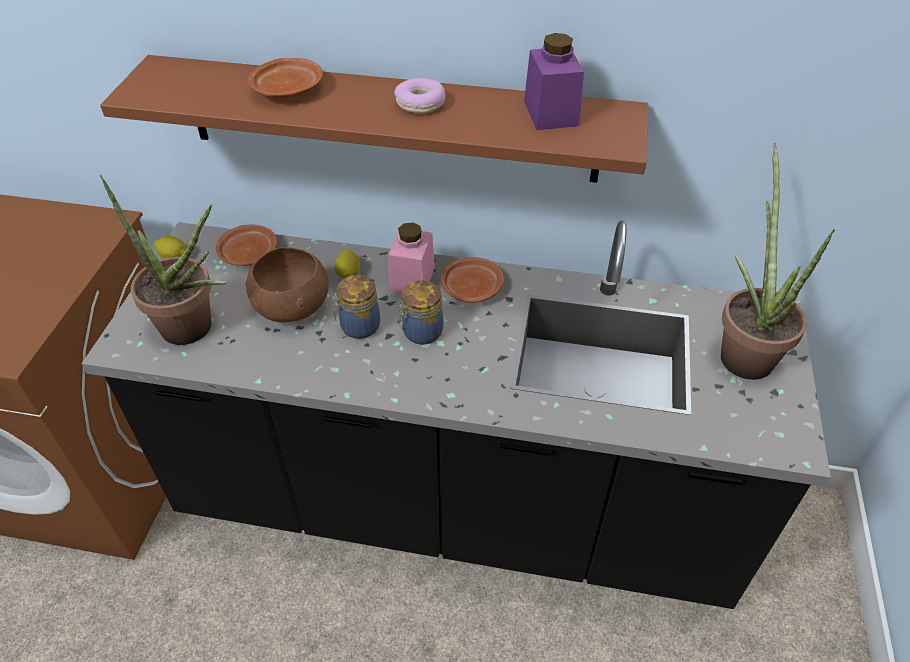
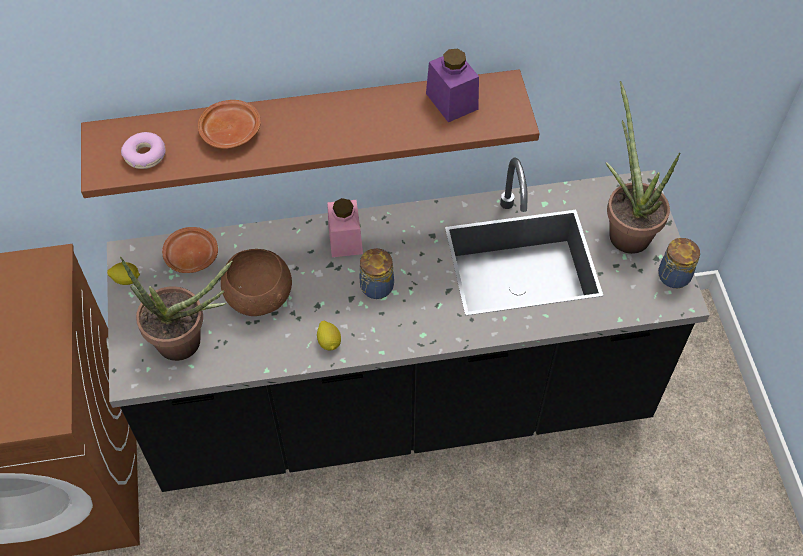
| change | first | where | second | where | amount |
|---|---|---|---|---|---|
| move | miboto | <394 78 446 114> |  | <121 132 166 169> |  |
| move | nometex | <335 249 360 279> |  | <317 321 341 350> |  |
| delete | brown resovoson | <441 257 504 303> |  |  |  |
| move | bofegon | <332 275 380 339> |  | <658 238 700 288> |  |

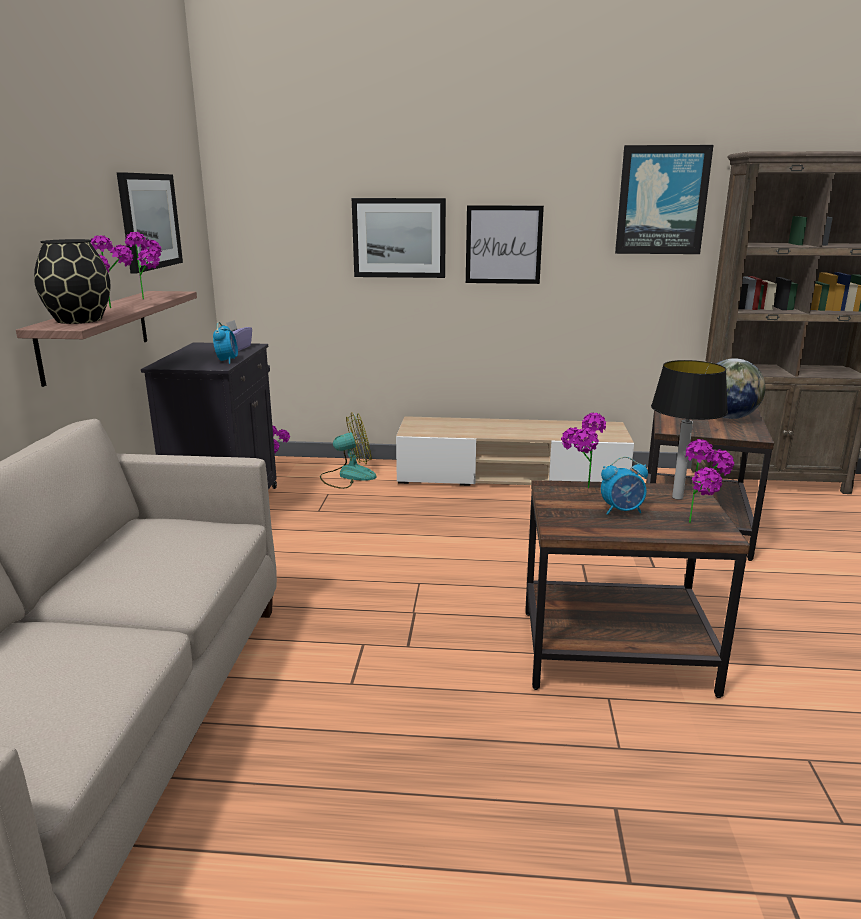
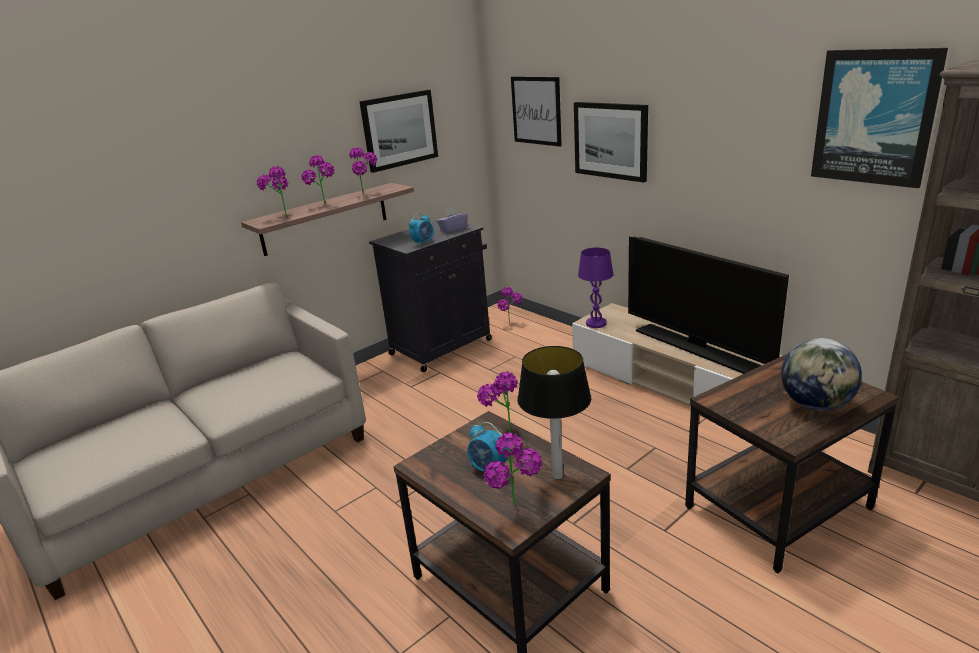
| change | first | where | second | where | amount |
|---|---|---|---|---|---|
| move | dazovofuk | <466 205 544 284> |  | <511 76 562 146> |  |
| replace | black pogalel | <34 239 110 324> | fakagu | <257 166 288 217> |  |
| delete | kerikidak | <320 412 376 489> |  |  |  |
| insert |  |  | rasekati | <628 236 789 374> |  |
| insert |  |  | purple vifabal | <578 247 613 328> |  |

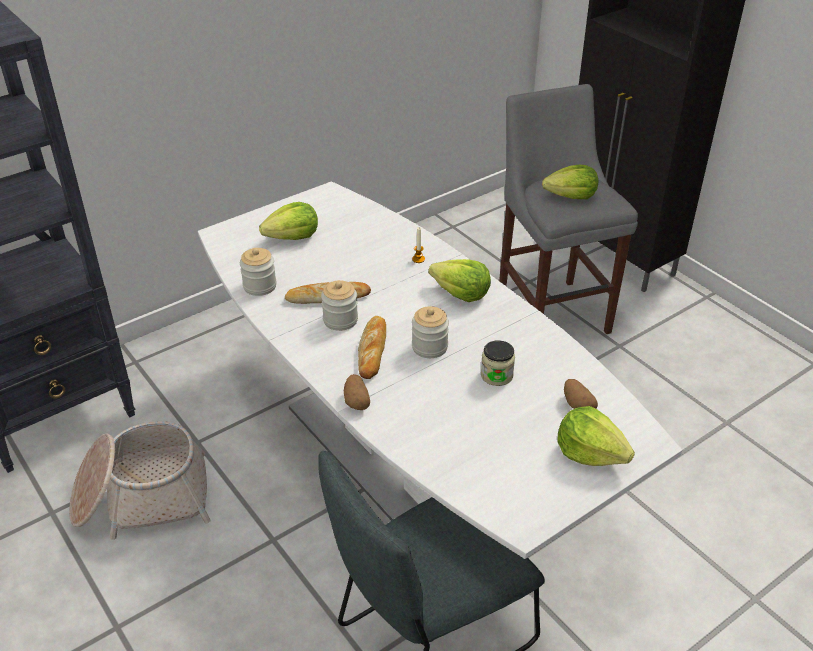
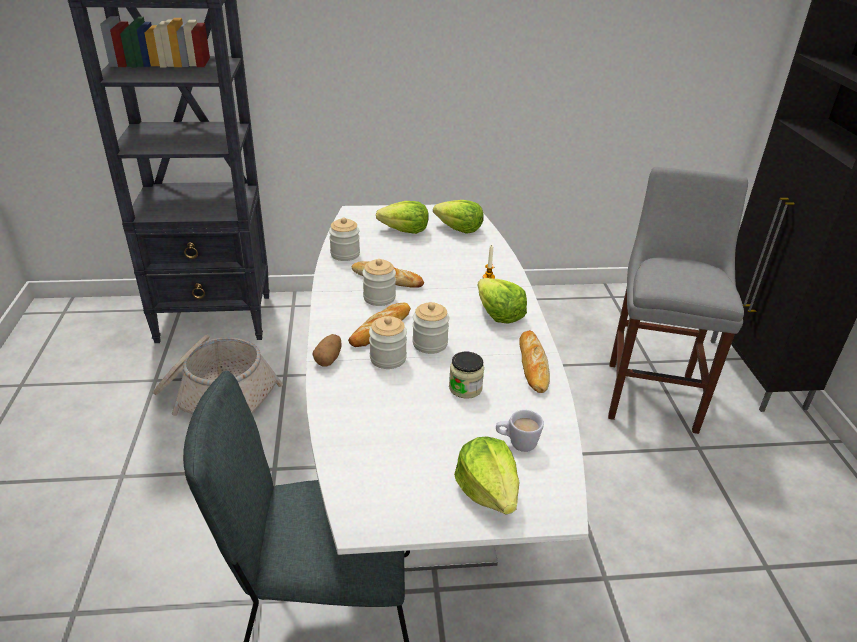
| change | first | where | second | where | amount |
|---|---|---|---|---|---|
| move | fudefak | <542 165 598 199> |  | <433 200 483 234> |  |
| replace | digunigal | <564 379 598 409> | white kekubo | <496 410 544 452> |  |
| insert |  |  | bofegon | <369 316 407 369> |  |
| insert |  |  | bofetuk | <519 330 550 393> |  |

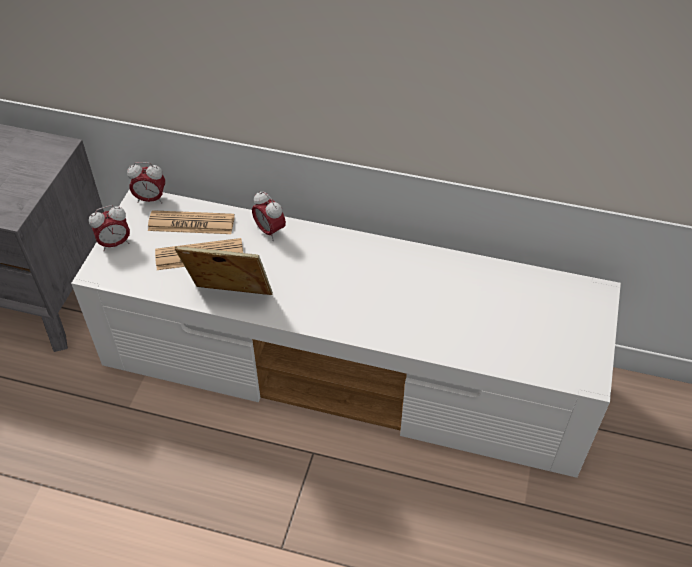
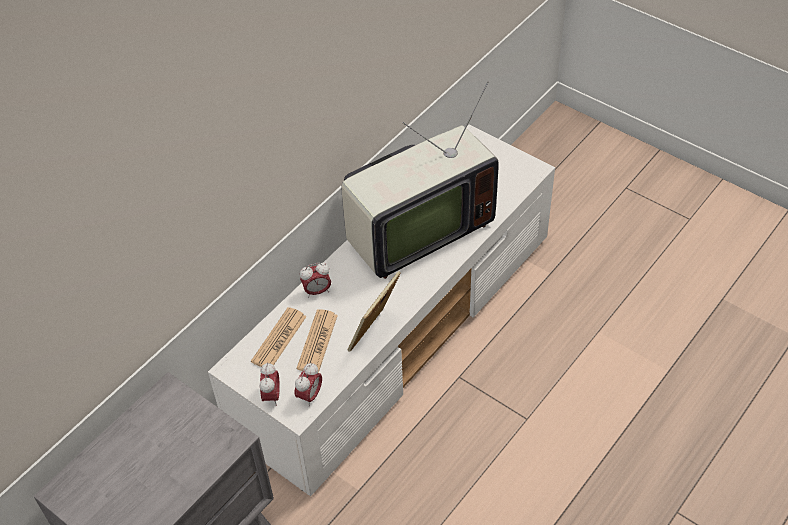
| change | first | where | second | where | amount |
|---|---|---|---|---|---|
| move | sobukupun | <127 162 165 204> |  | <295 363 322 407> |  |
| insert |  |  | rasekati | <341 81 499 279> |  |

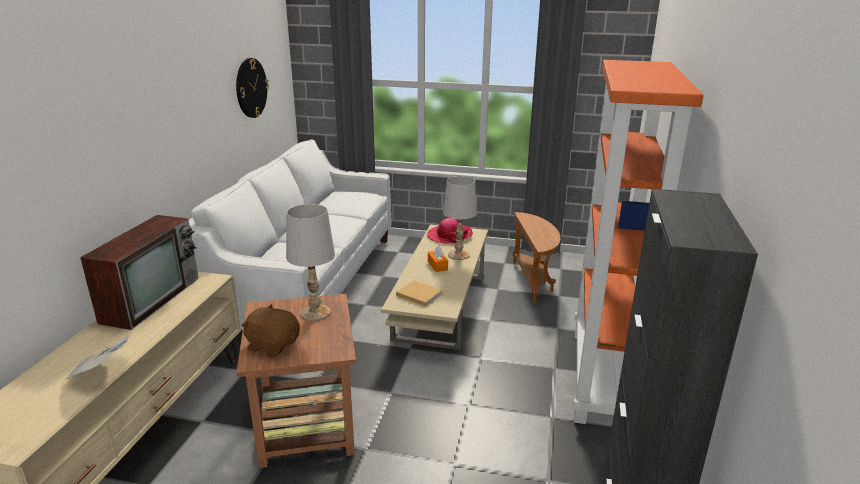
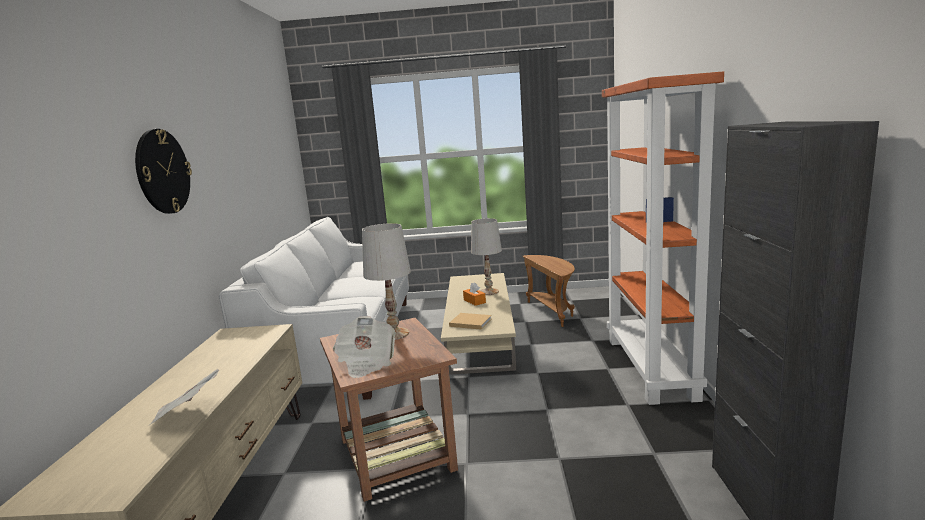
| change | first | where | second | where | amount |
|---|---|---|---|---|---|
| move | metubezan | <236 58 269 118> |  | <135 129 192 214> |  |
| delete | rasekati | <80 215 199 330> |  |  |  |
| delete | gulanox | <427 218 473 244> |  |  |  |
| replace | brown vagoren | <242 304 300 358> | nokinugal | <333 316 396 378> |  |

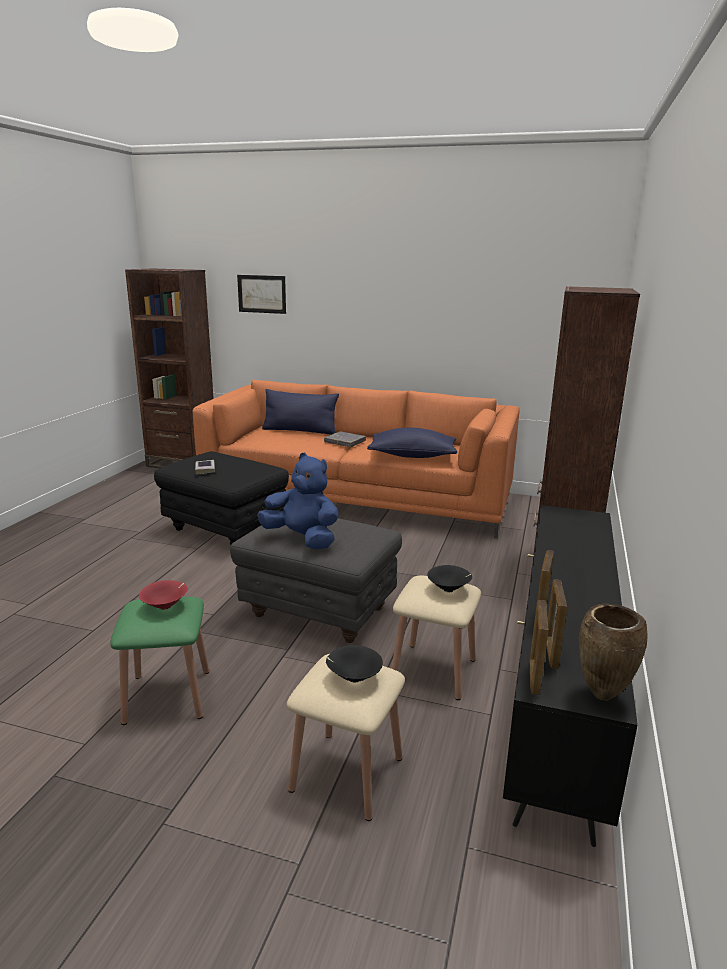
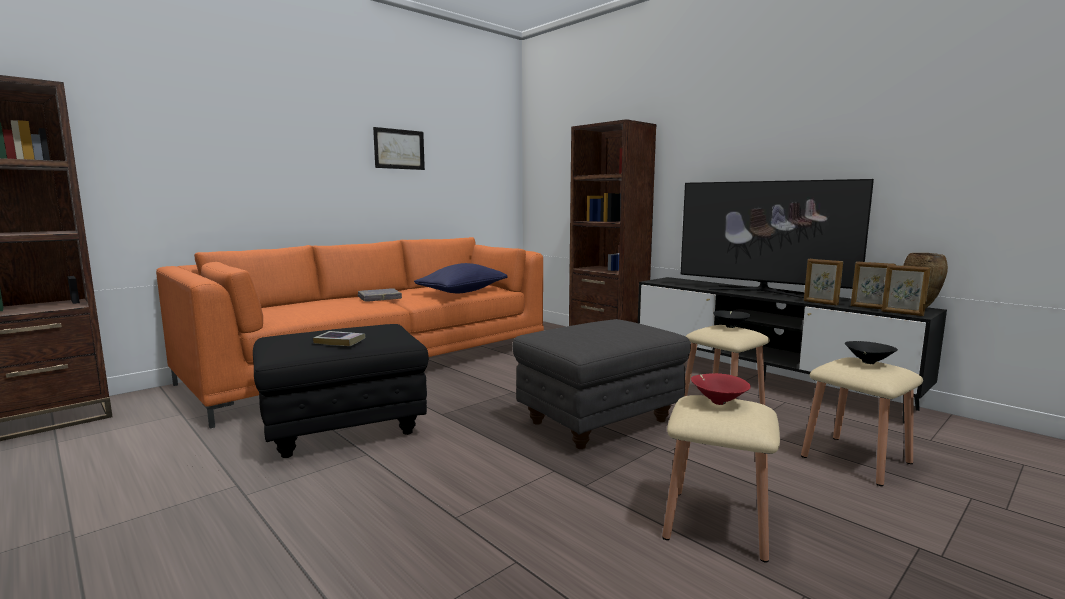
| change | first | where | second | where | amount |
|---|---|---|---|---|---|
| move | dazovofuk | <237 275 286 314> |  | <373 127 425 170> |  |
| delete | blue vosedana | <262 389 339 435> |  |  |  |
| delete | blue vagoren | <257 453 339 549> |  |  |  |
| recolor | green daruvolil | <110 597 209 725> | beige daruvolil | <662 395 780 563> |  |
| insert |  |  | rasekati | <681 179 874 298> |  |

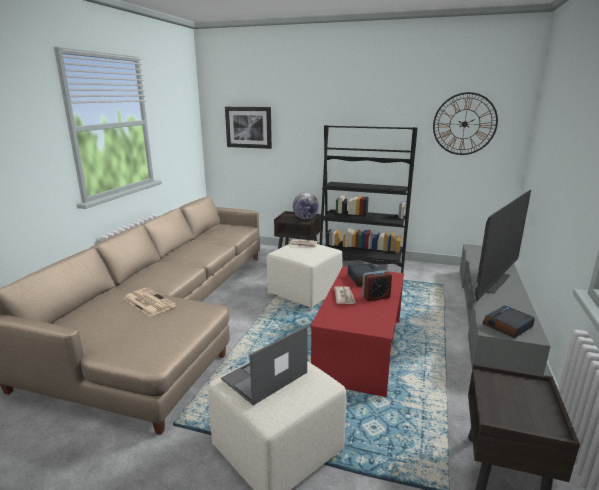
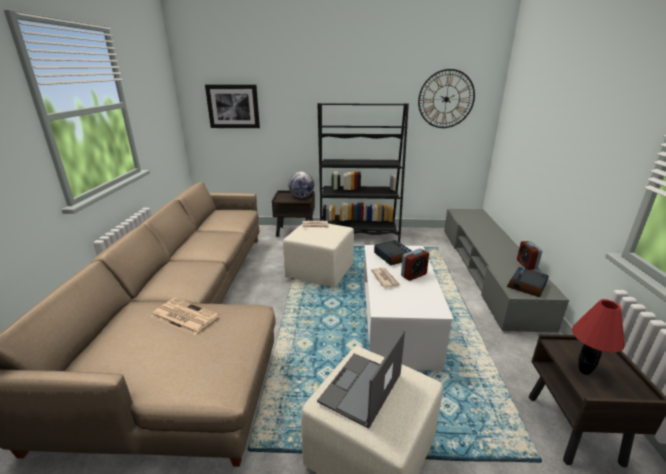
| change | first | where | second | where | amount |
|---|---|---|---|---|---|
| delete | rasekati | <475 190 531 301> |  |  |  |
| recolor | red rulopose | <310 266 404 397> | white rulopose | <363 245 453 371> |  |
| insert |  |  | sobukupun | <517 241 542 270> |  |
| insert |  |  | red vifabal | <572 299 625 375> |  |

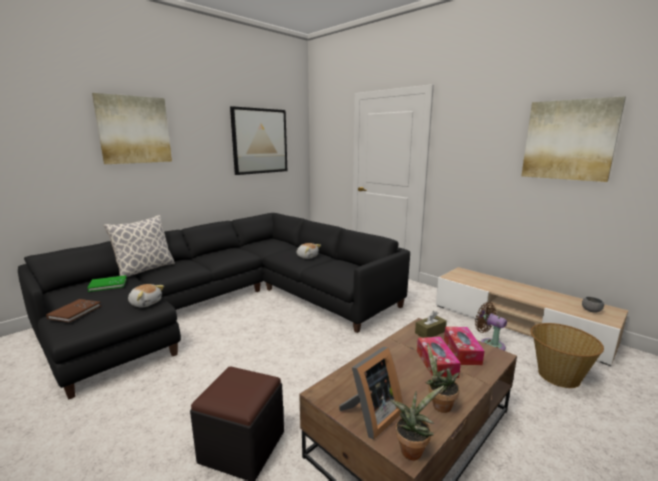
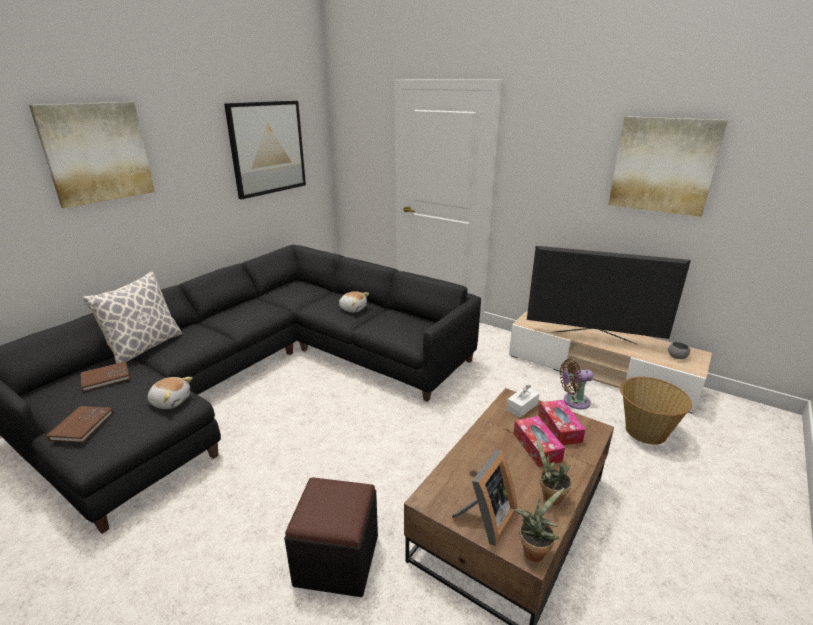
| change | first | where | second | where | amount |
|---|---|---|---|---|---|
| recolor | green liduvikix | <87 275 127 292> | brown liduvikix | <81 361 130 392> |  |
| rotate | brown kerikidak | <475 302 507 351> |  | <560 359 593 409> | 45 degrees counterclockwise |
| recolor | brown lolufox | <415 311 447 338> | white lolufox | <506 385 539 417> |  |
| insert |  |  | rasekati | <527 246 691 344> |  |

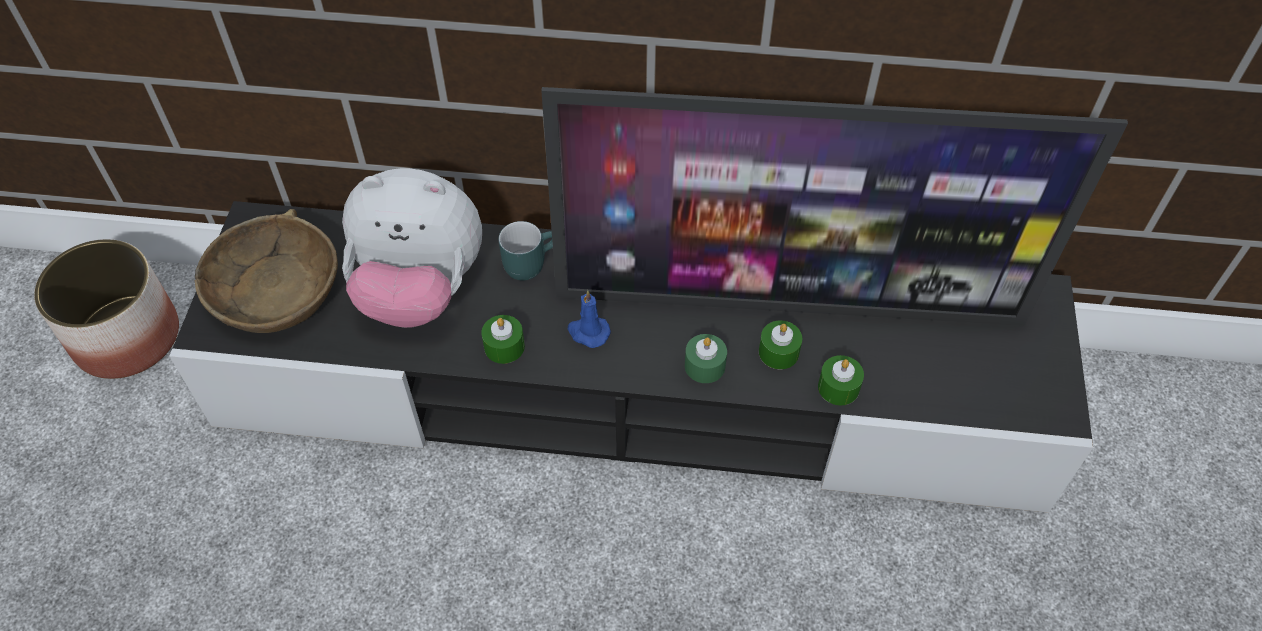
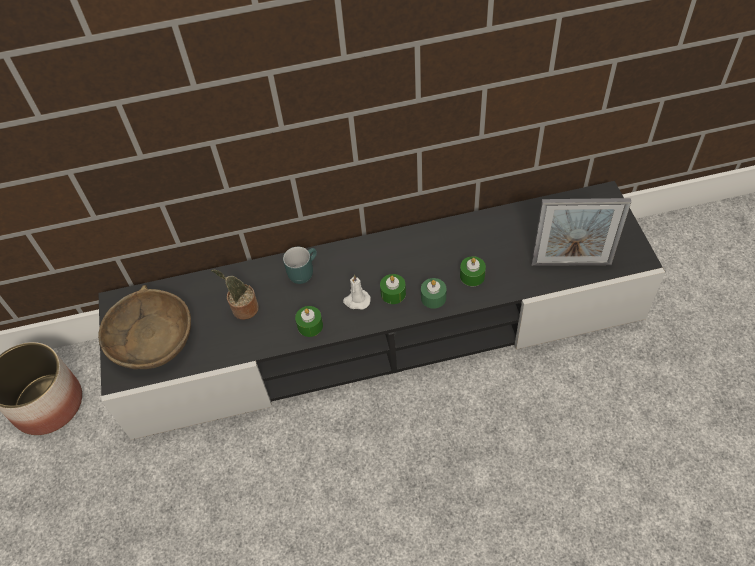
| change | first | where | second | where | amount |
|---|---|---|---|---|---|
| delete | rasekati | <541 87 1128 326> |  |  |  |
| replace | vagoren | <342 168 482 328> | fakagu | <211 269 259 320> |  |
| recolor | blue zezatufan | <568 290 611 348> | white zezatufan | <343 275 371 310> |  |
| move | green zezatufan | <818 355 864 405> |  | <380 274 406 304> |  |
| insert |  |  | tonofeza | <531 198 631 266> |  |

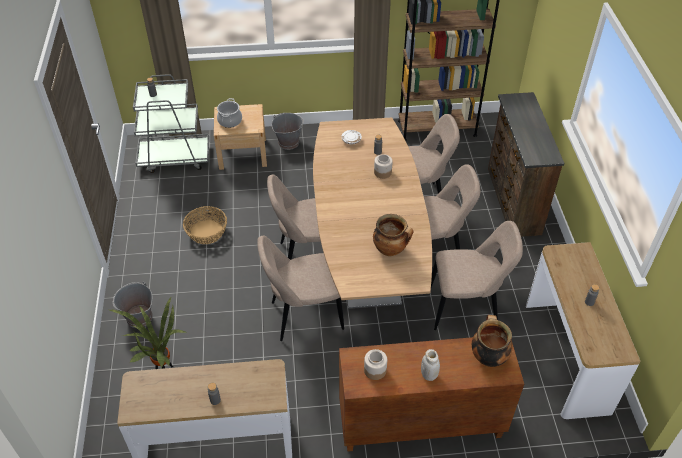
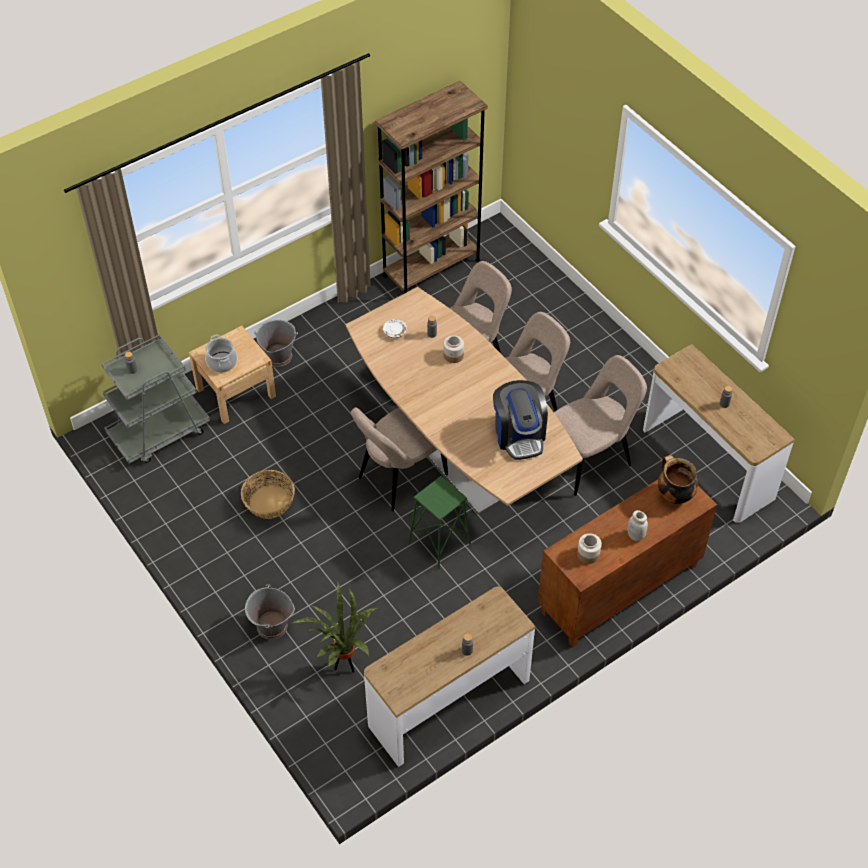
| change | first | where | second | where | amount |
|---|---|---|---|---|---|
| delete | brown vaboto | <488 92 565 237> |  |  |  |
| replace | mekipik | <373 214 413 256> | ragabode | <493 380 548 460> |  |
| replace | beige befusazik | <257 235 344 341> | green daruvolil | <408 476 471 570> |  |

